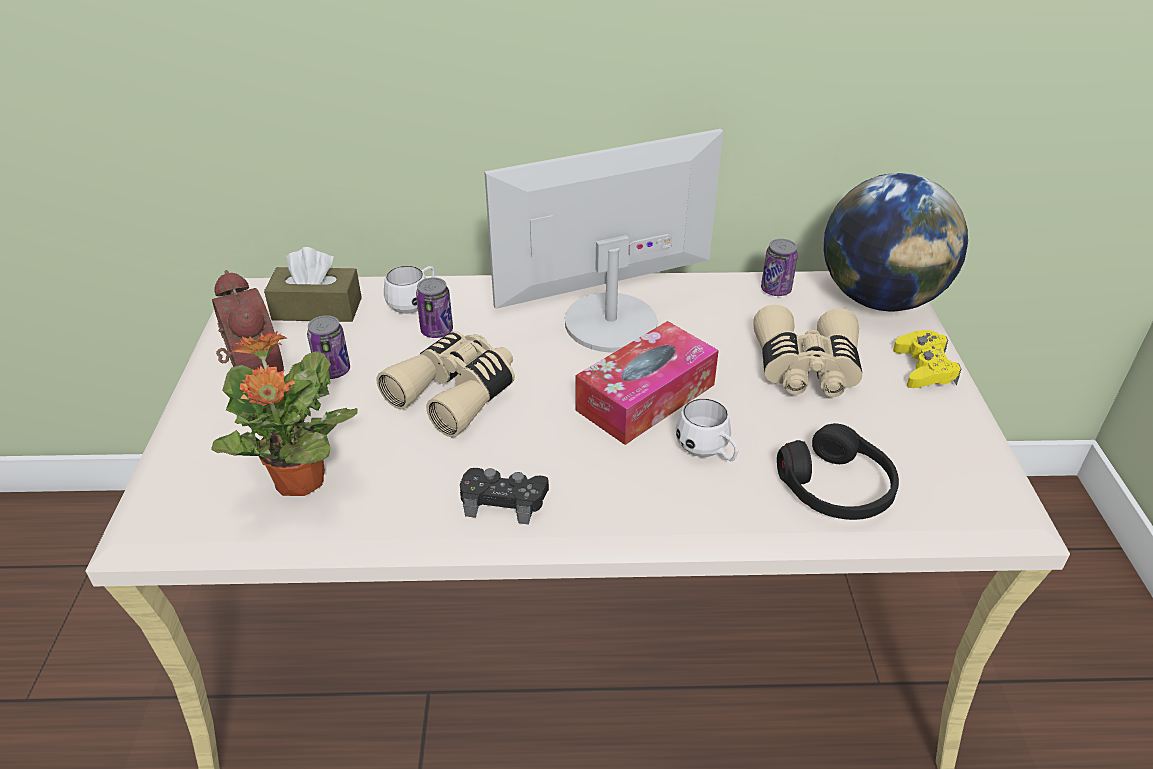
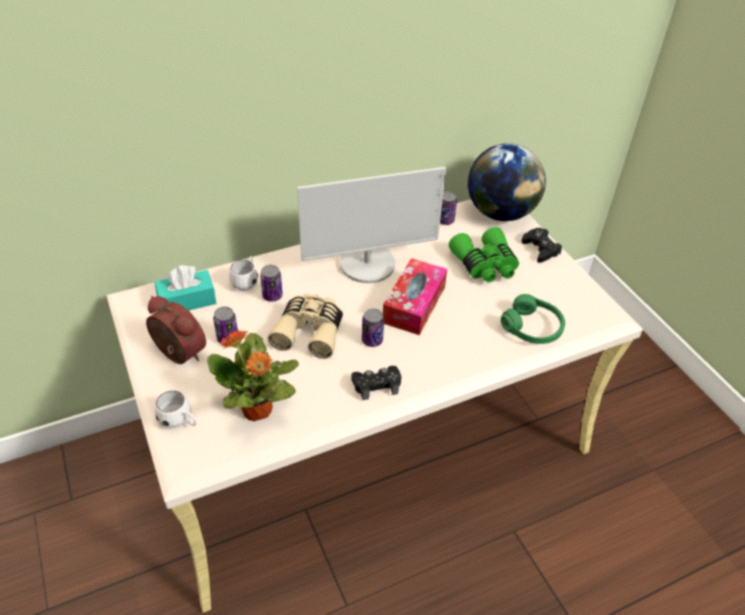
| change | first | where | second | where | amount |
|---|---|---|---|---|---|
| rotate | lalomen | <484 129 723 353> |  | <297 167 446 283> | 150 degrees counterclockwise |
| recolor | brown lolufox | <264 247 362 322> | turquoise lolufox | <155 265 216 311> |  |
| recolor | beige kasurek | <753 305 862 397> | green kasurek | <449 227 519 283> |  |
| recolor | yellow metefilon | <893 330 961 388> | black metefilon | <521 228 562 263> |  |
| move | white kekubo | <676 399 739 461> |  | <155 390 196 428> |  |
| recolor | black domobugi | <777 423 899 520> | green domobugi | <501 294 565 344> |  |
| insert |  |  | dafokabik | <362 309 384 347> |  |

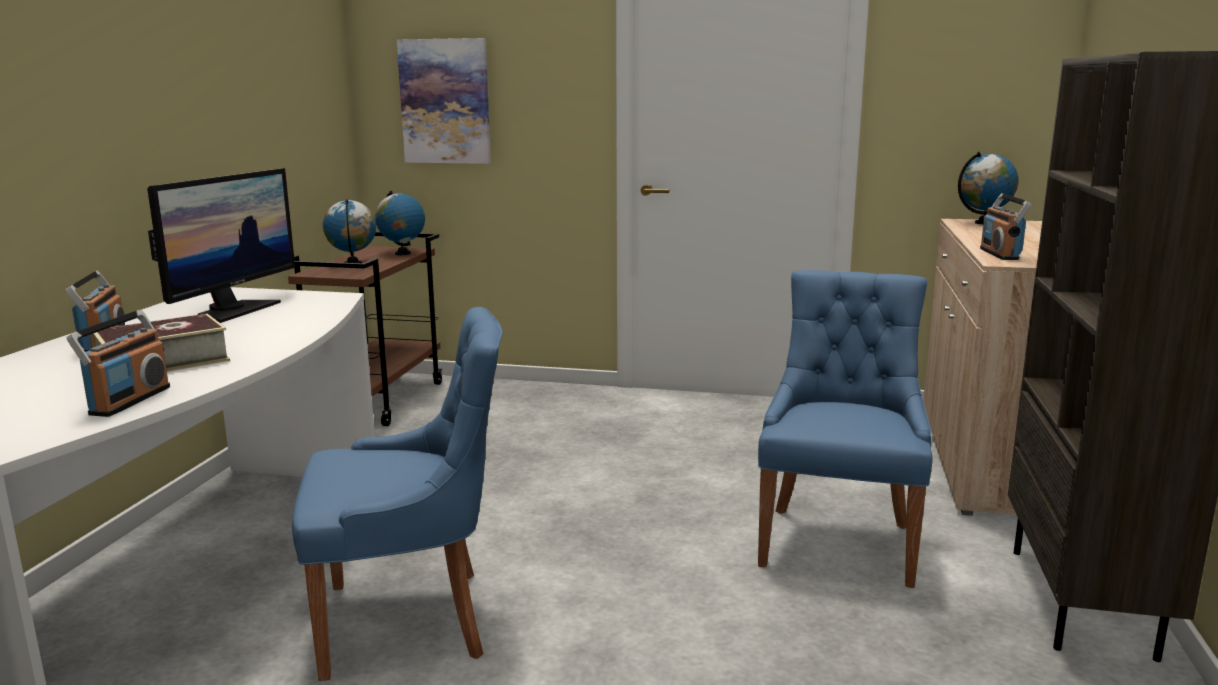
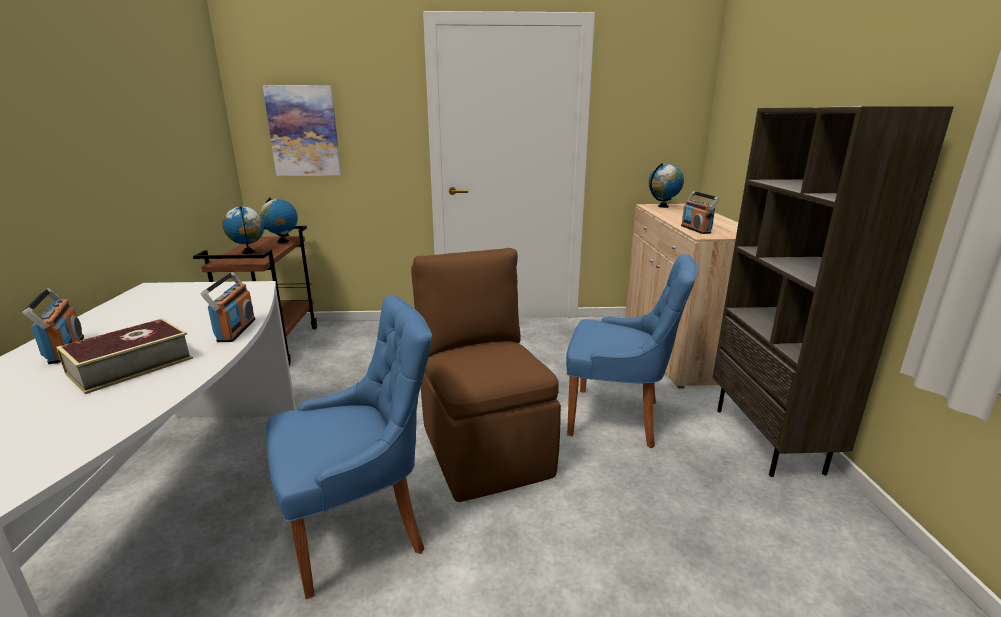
| change | first | where | second | where | amount |
|---|---|---|---|---|---|
| delete | lalomen | <147 168 295 323> |  |  |  |
| rotate | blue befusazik | <758 270 933 588> |  | <566 254 698 448> | 105 degrees clockwise |
| move | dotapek | <66 310 170 417> |  | <200 272 255 342> |  |
| insert |  |  | brown befusazik | <411 248 561 502> |  |

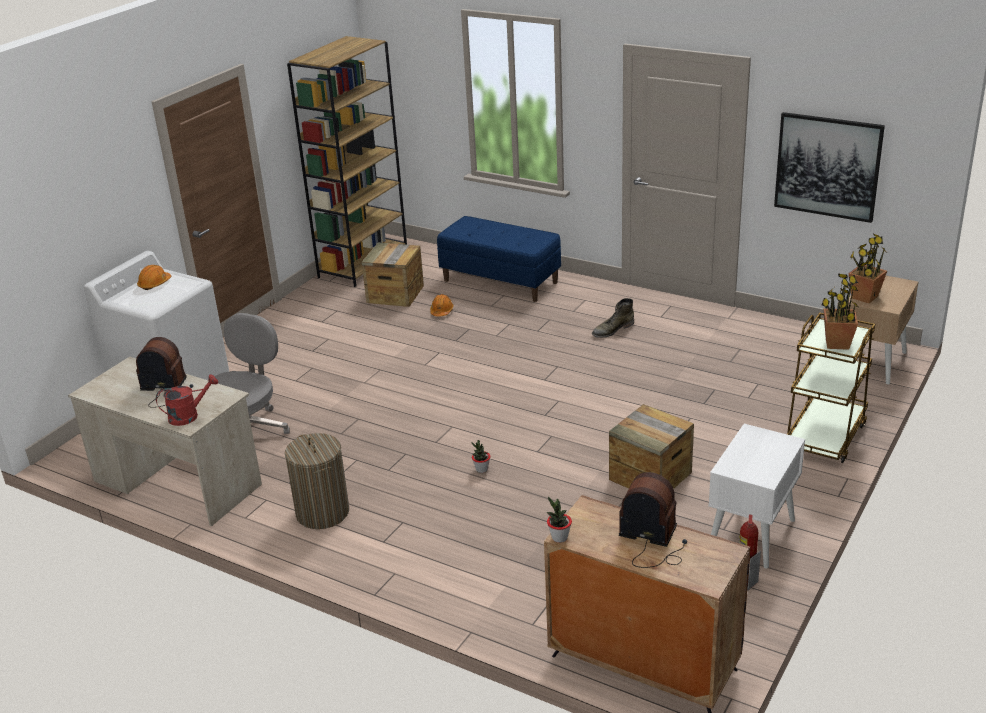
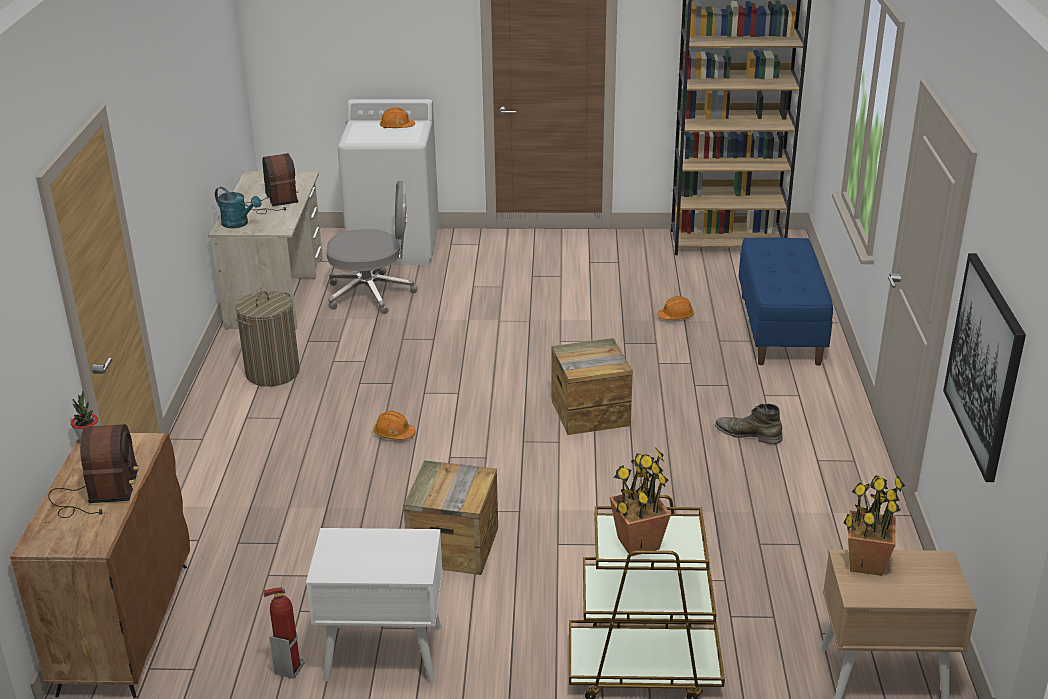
| change | first | where | second | where | amount |
|---|---|---|---|---|---|
| move | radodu | <362 243 424 307> |  | <551 338 633 435> |  |
| recolor | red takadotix | <156 374 218 426> | turquoise takadotix | <215 187 261 228> |  |
| replace | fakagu | <471 440 490 473> | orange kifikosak | <374 411 416 440> |  |

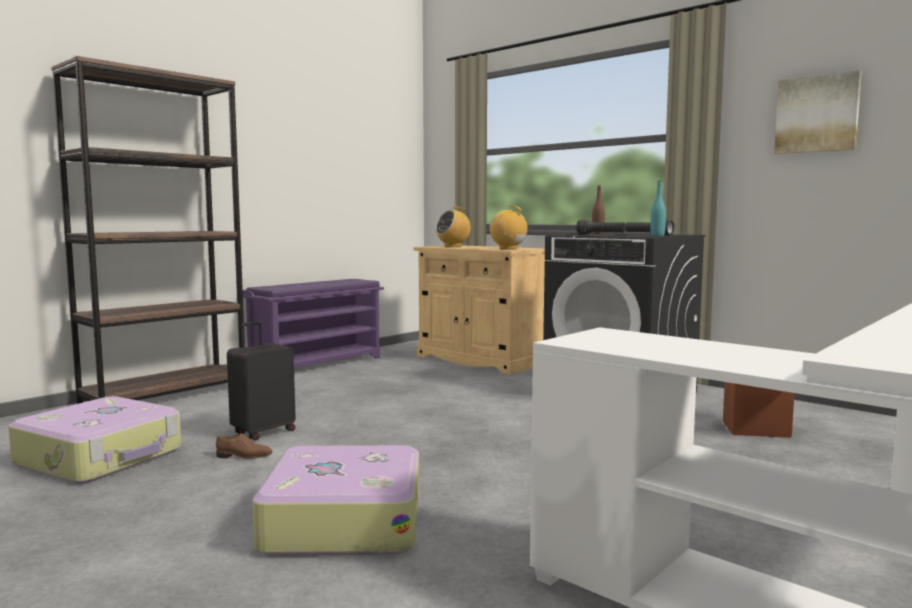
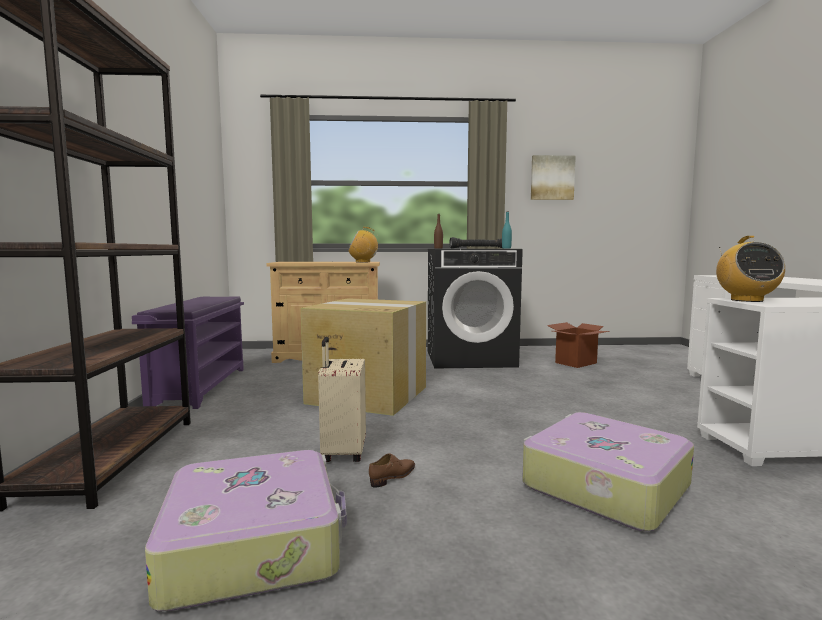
| change | first | where | second | where | amount |
|---|---|---|---|---|---|
| move | dotapek | <435 206 471 247> |  | <716 236 785 302> |  |
| recolor | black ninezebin | <227 321 296 441> | beige ninezebin | <318 337 366 462> |  |
| insert |  |  | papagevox | <301 298 426 416> |  |

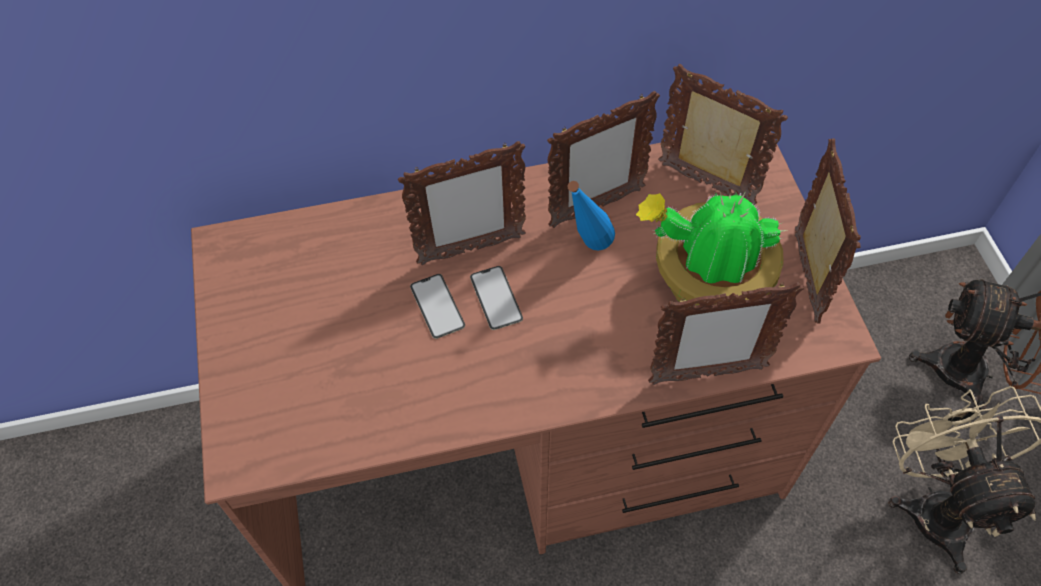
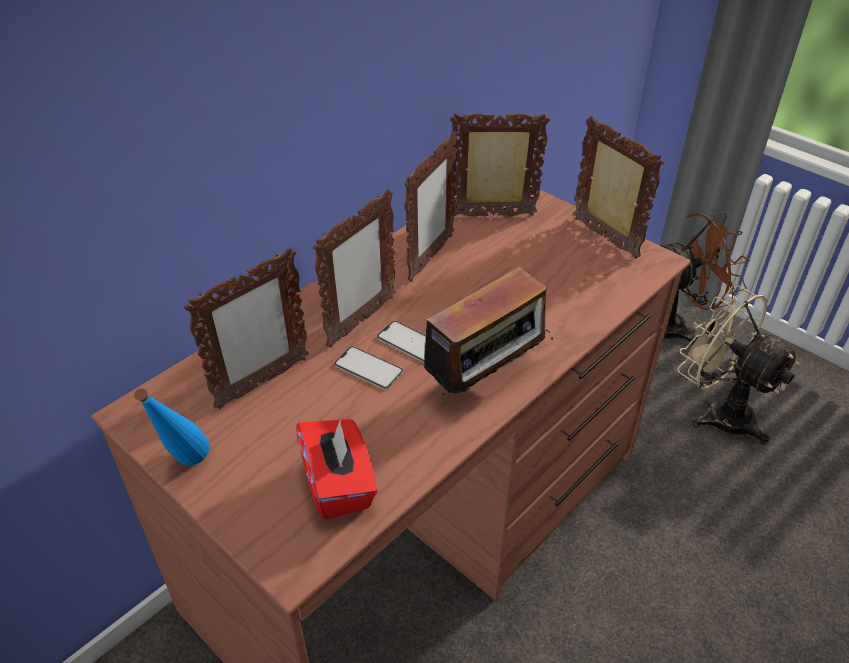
| change | first | where | second | where | amount |
|---|---|---|---|---|---|
| move | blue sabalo | <567 181 615 250> |  | <134 388 210 466> |  |
| delete | fakagu | <636 191 788 305> |  |  |  |
| move | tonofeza | <648 282 804 385> |  | <184 248 309 410> |  |
| insert |  |  | dotapek | <411 266 553 399> |  |
| insert |  |  | red lolufox | <296 418 377 520> |  |

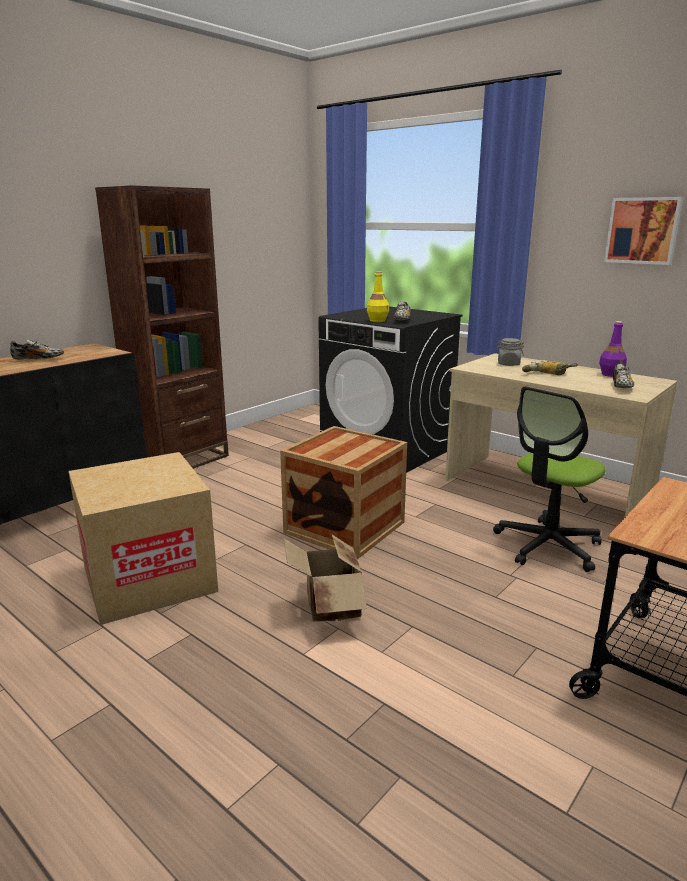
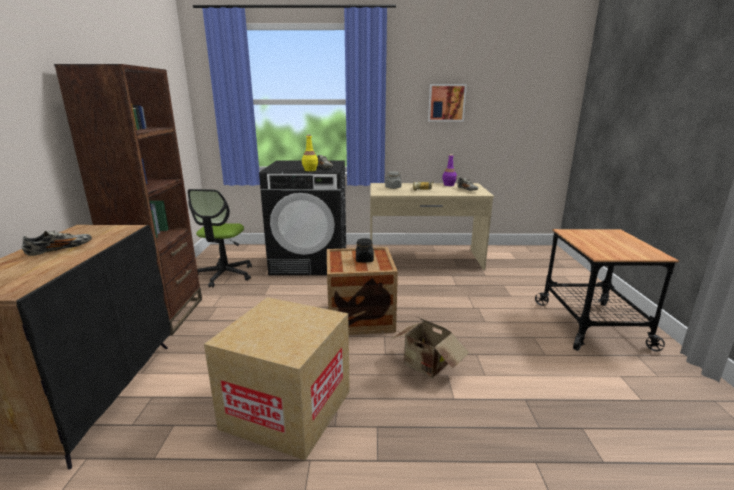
| change | first | where | second | where | amount |
|---|---|---|---|---|---|
| move | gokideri | <493 386 605 572> |  | <188 189 252 287> |  |
| insert |  |  | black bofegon | <356 238 374 262> |  |

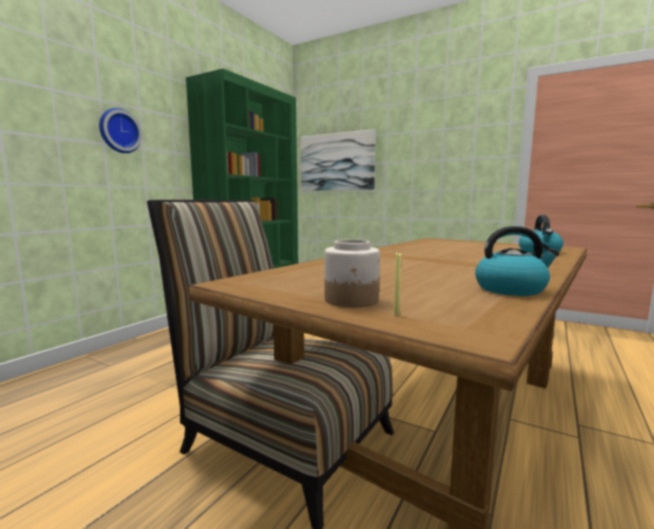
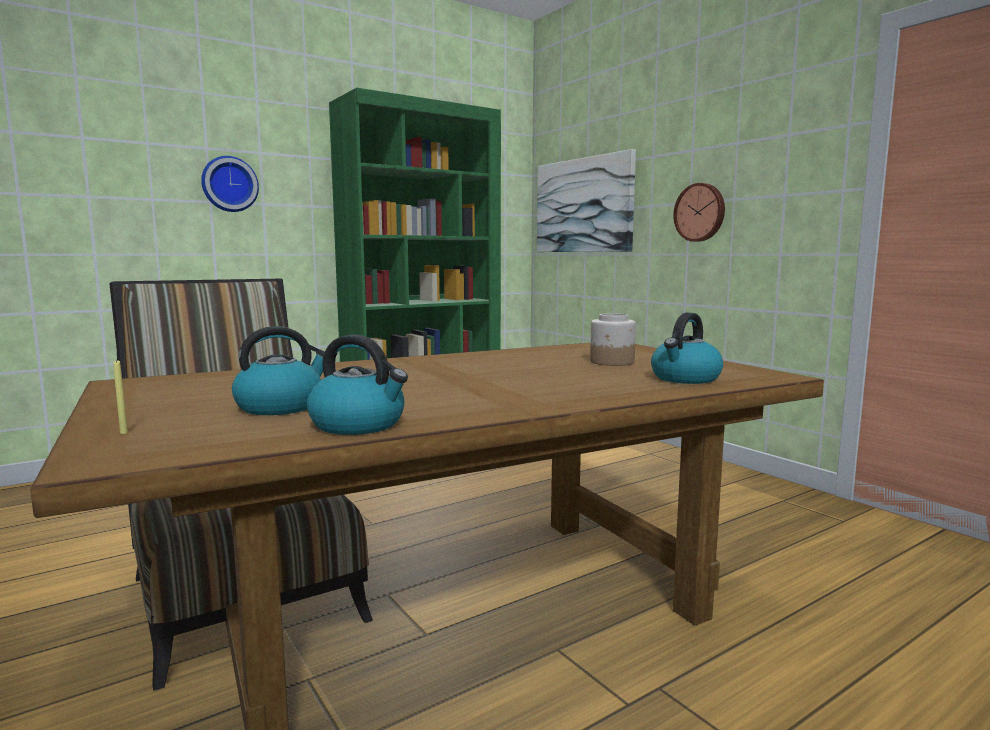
| change | first | where | second | where | amount |
|---|---|---|---|---|---|
| move | bofegon | <324 239 380 307> |  | <590 313 636 366> |  |
| insert |  |  | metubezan | <673 183 725 242> |  |
| insert |  |  | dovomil | <232 326 325 415> |  |

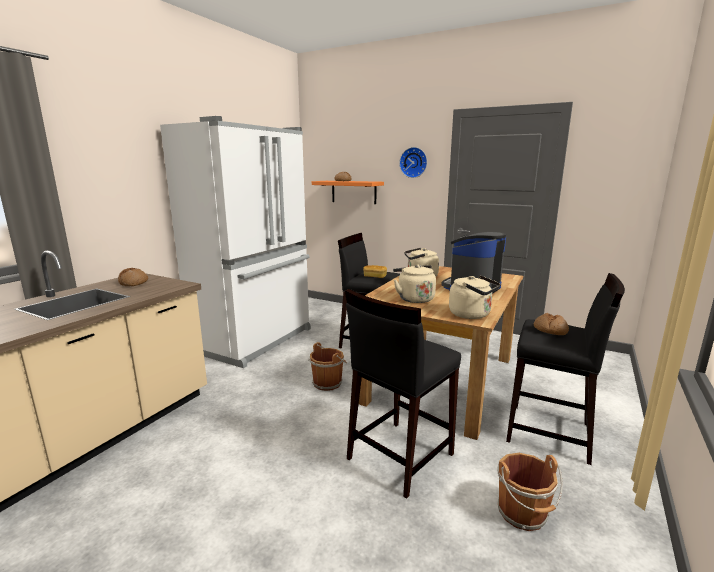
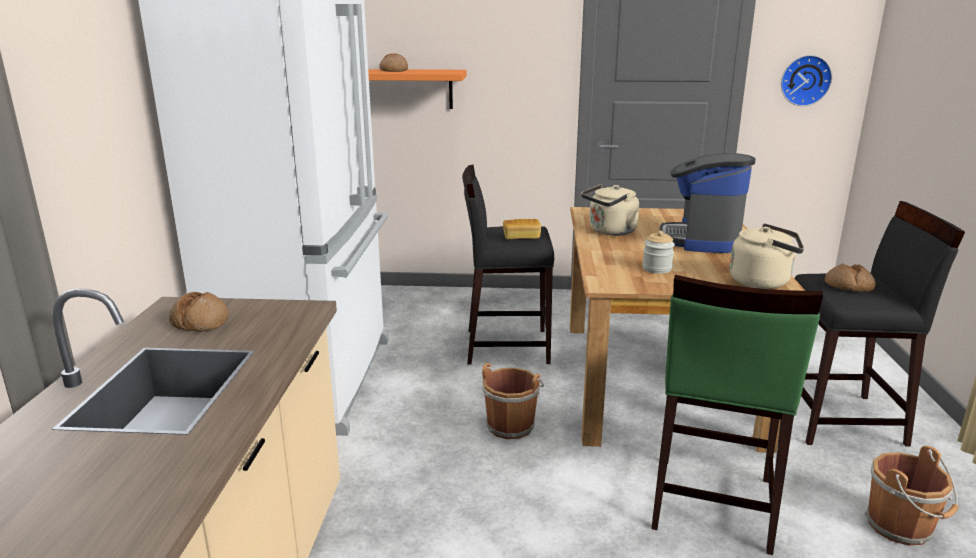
| change | first | where | second | where | amount |
|---|---|---|---|---|---|
| move | metubezan | <399 147 427 178> |  | <781 55 832 106> |  |
| replace | beige dovomil | <393 264 436 303> | bofegon | <642 231 675 274> |  |
| recolor | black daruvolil | <345 289 461 499> | green daruvolil | <651 275 823 555> |  |

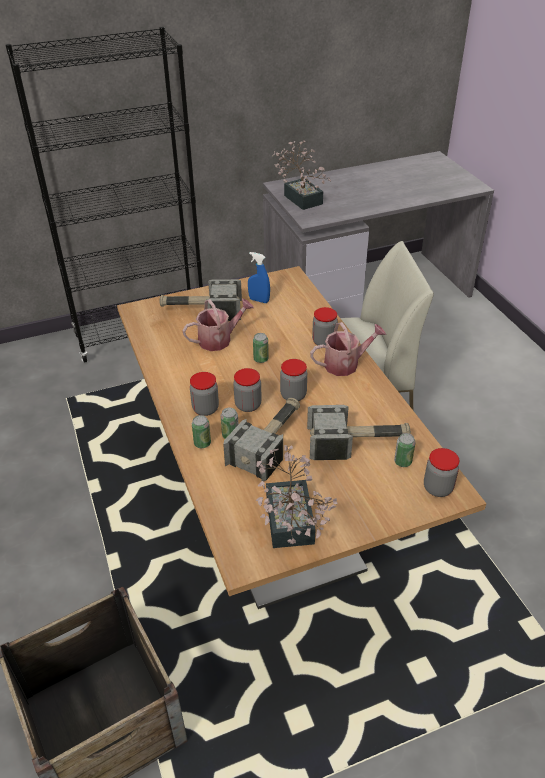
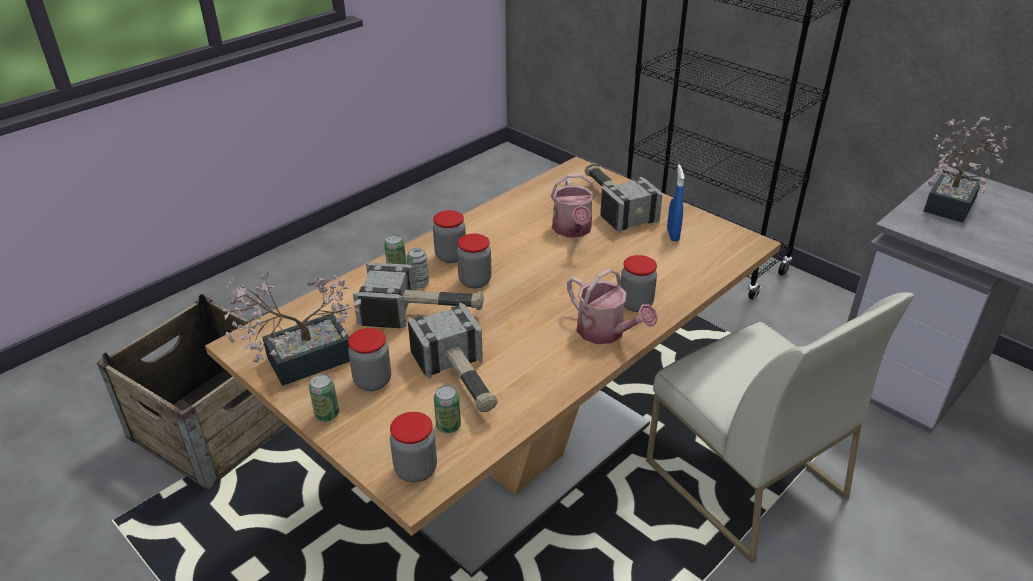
| change | first | where | second | where | amount |
|---|---|---|---|---|---|
| rotate | takadotix | <182 299 254 351> |  | <551 174 596 238> | 45 degrees clockwise |
| move | dafokabik | <253 333 269 363> |  | <309 374 339 422> |  |
| move | bofegon | <280 359 307 401> |  | <348 328 391 391> |  |

